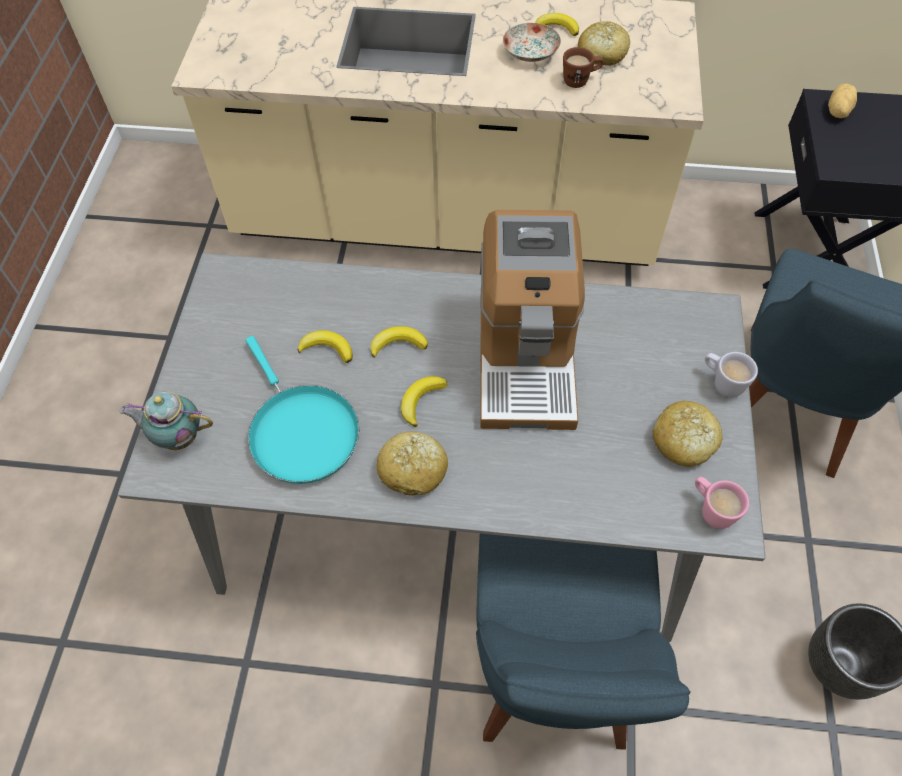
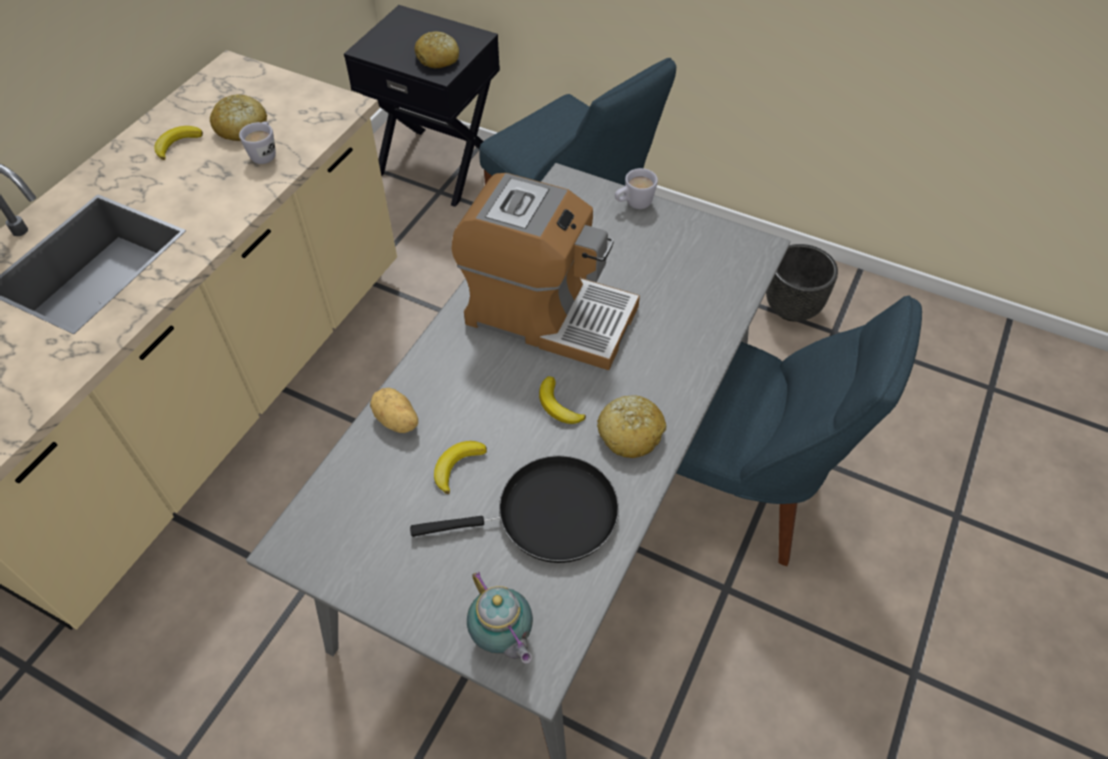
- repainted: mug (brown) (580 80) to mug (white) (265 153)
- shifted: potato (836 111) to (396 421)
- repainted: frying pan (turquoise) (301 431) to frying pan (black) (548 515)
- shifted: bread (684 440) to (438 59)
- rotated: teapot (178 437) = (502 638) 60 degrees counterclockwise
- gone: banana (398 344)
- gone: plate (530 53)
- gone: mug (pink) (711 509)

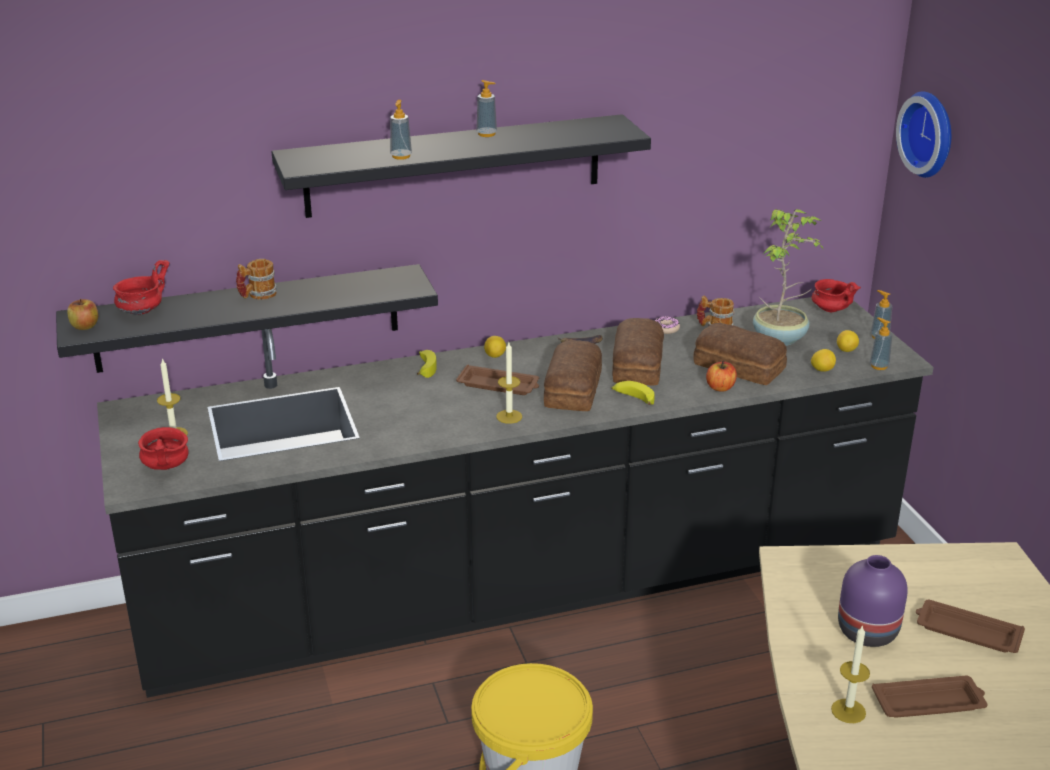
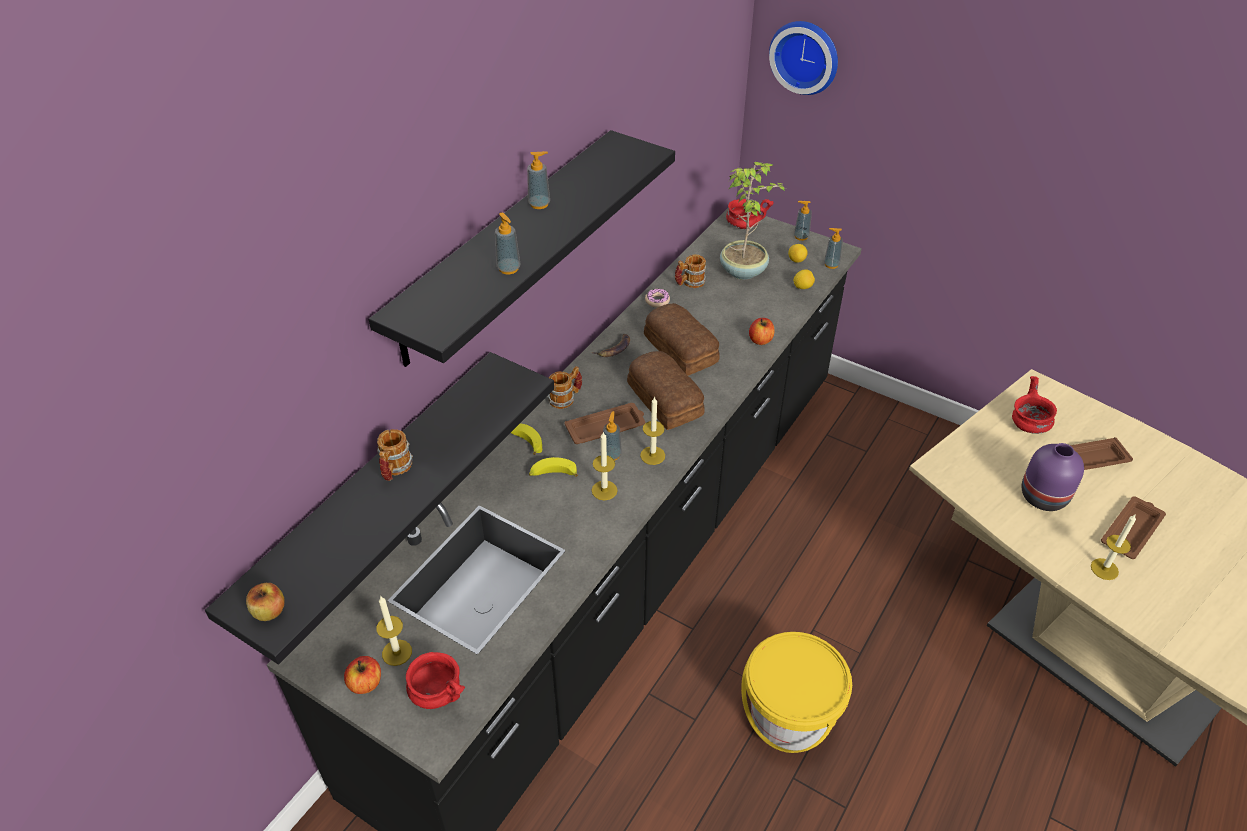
- new: apple (365 683)
- shifted: banana (633 398) to (553 474)
- swapped: lemon (495 356) to mug (566 398)
- new: candle (604 490)
- new: soap dispenser (611 455)
- shifted: bowl (red) (141 310) to (1028 425)
- gone: bread (739 367)

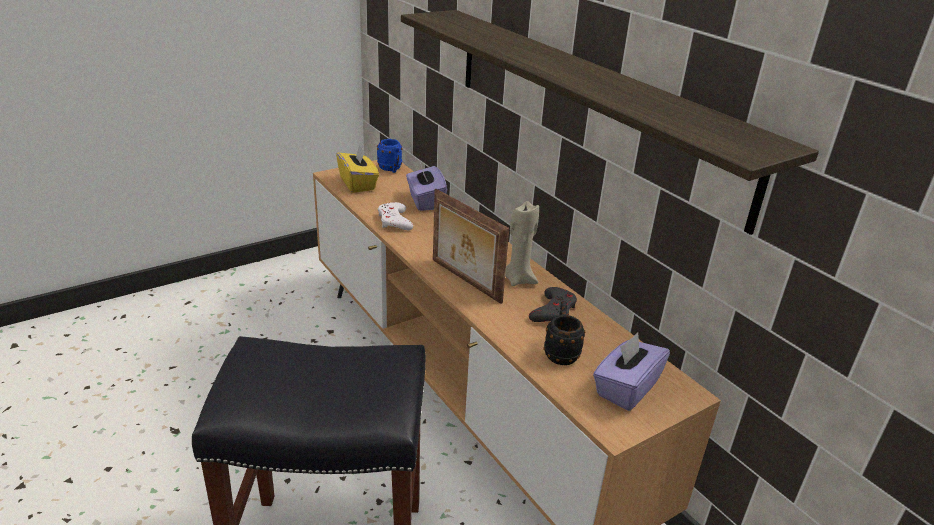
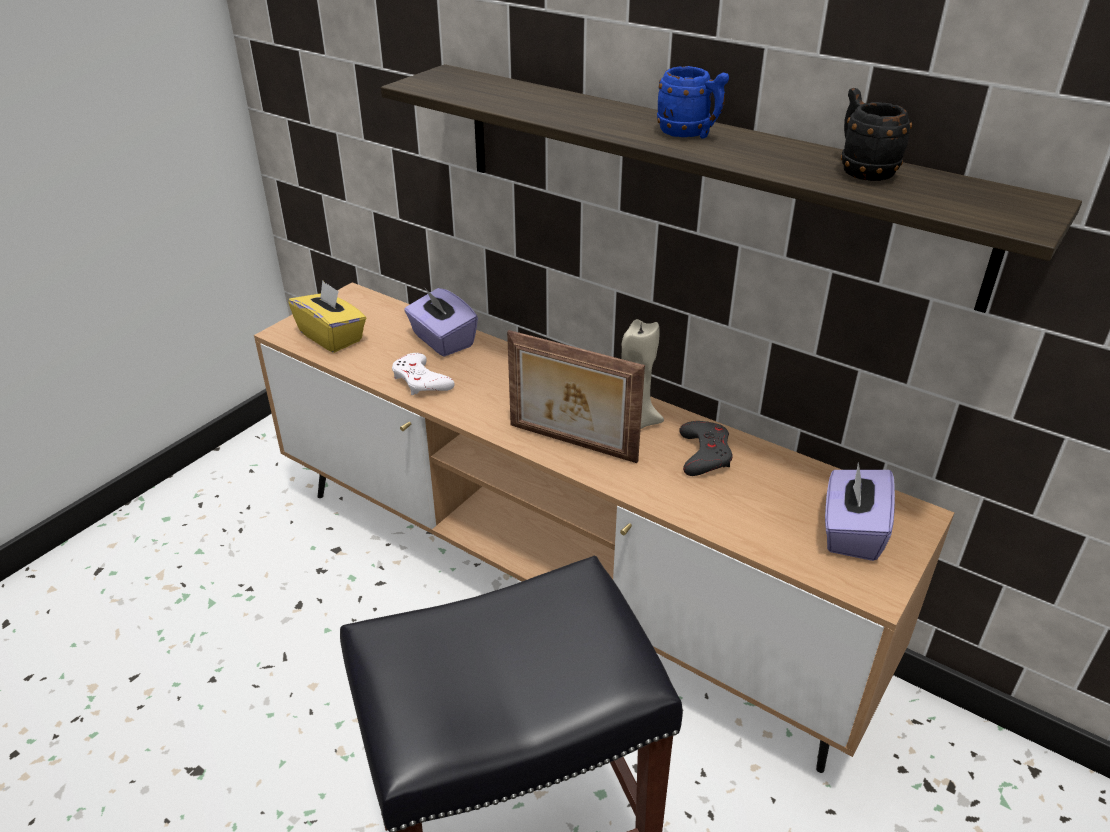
- shifted: mug (blue) (391 169) to (690 134)
- shifted: mug (black) (560 352) to (861 170)

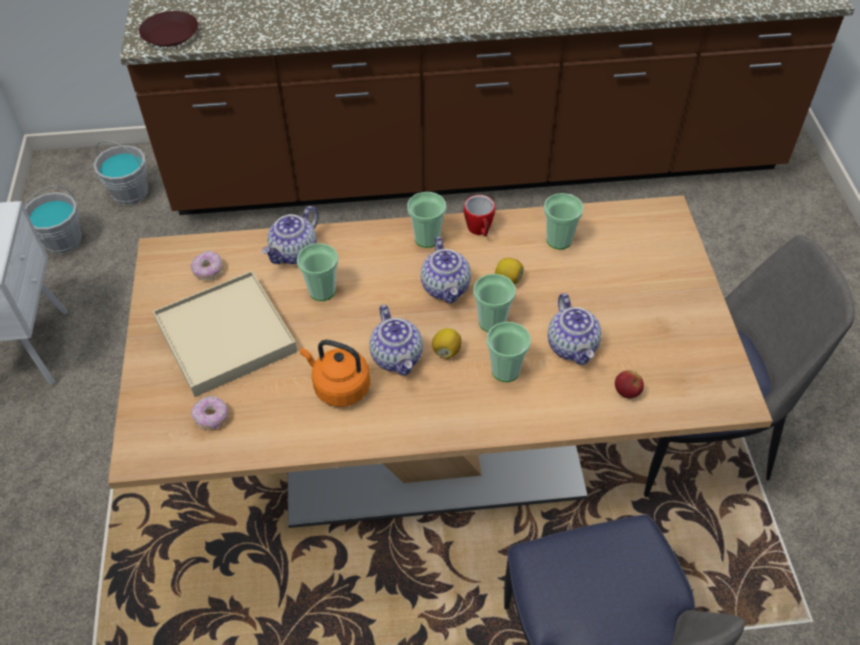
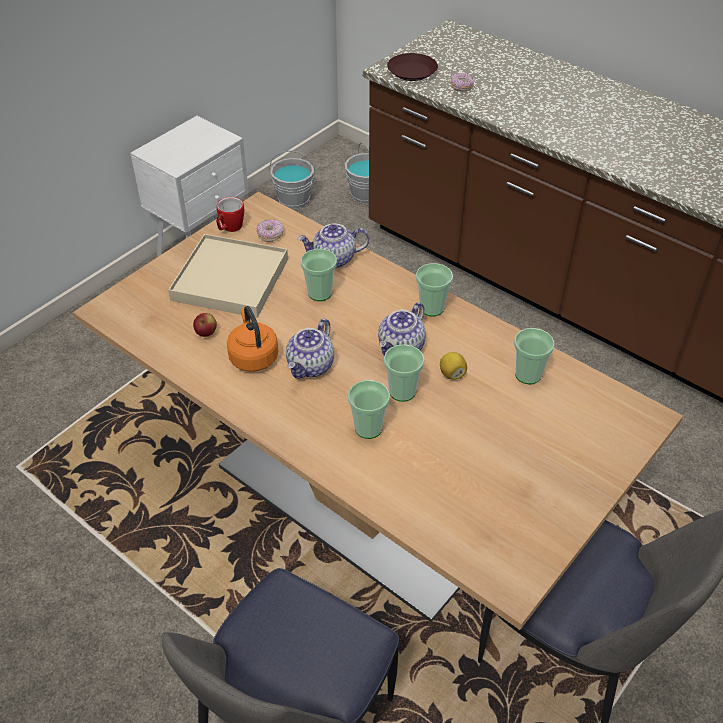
- shifted: apple (627 392) to (206 333)
- shifted: mug (480 231) to (230 228)
- shifted: donut (211 417) to (461 87)
- gone: lemon (446 351)
- gone: teapot (573 346)

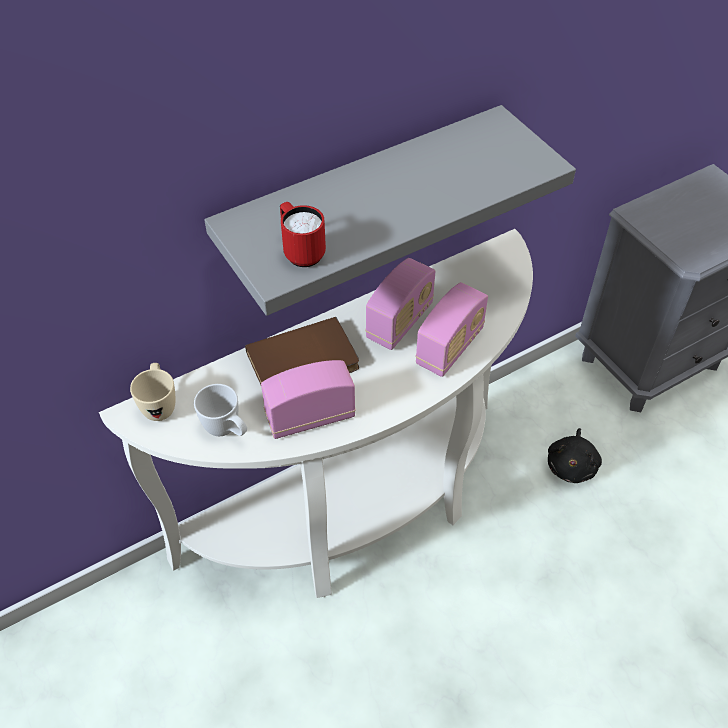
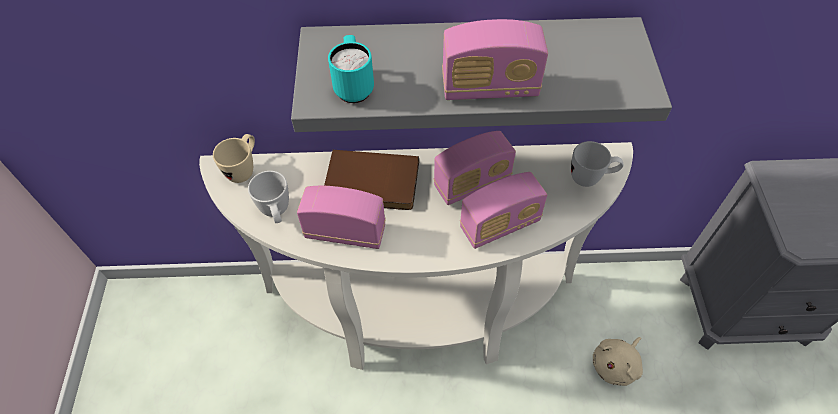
- repainted: mug (red) (301 252) to mug (turquoise) (354 86)
- new: radio (489 88)
- new: mug (white) (591 178)
- repainted: plush toy (black) (571 465) to plush toy (beige) (616 365)

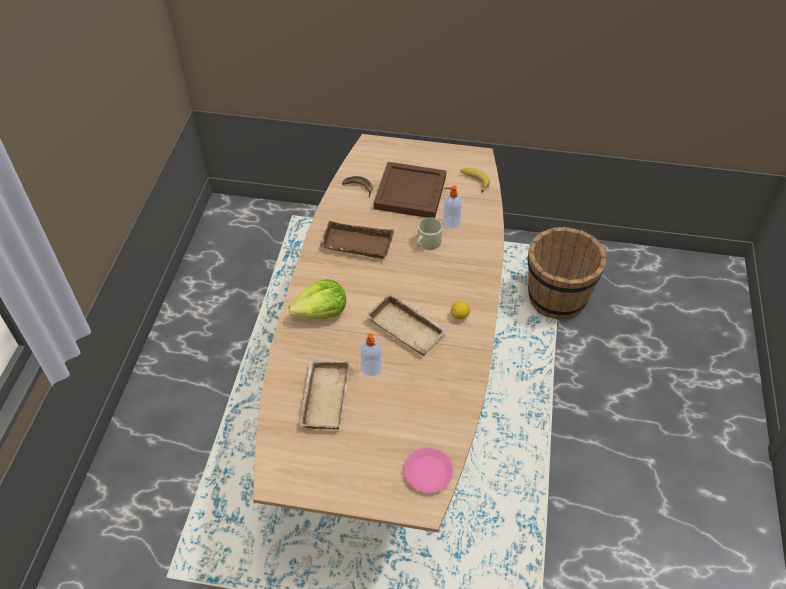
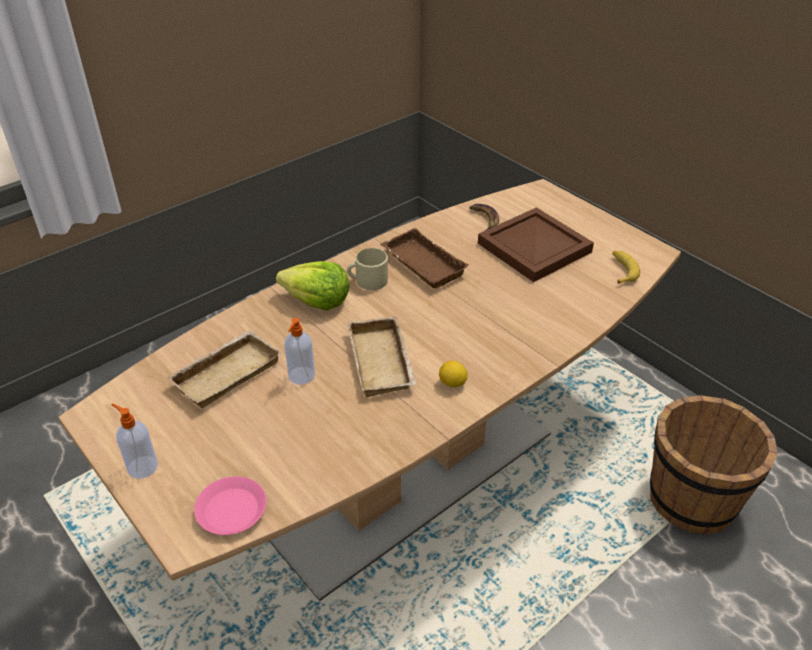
- shifted: soap dispenser (450 222) to (142 467)
- shifted: mug (beige) (427 243) to (367 280)

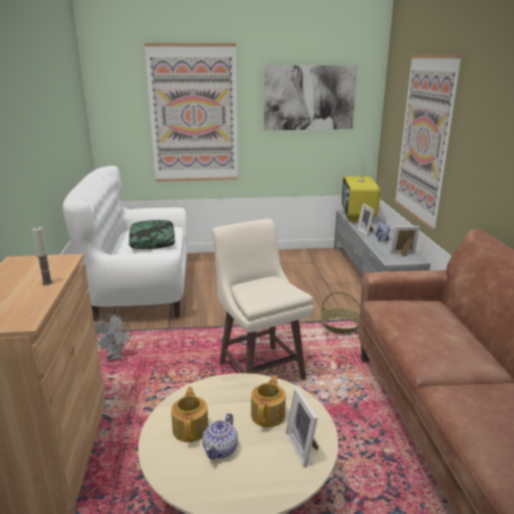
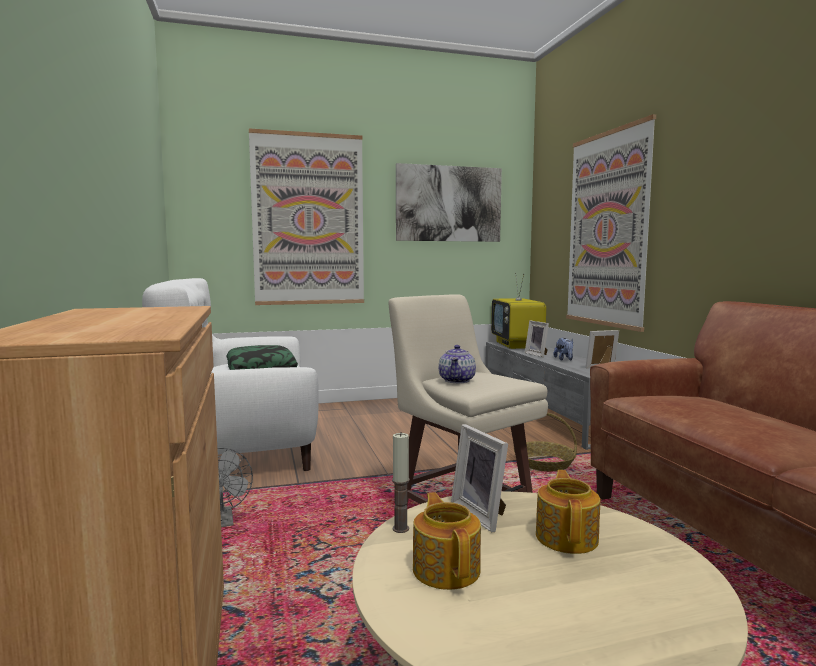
- shifted: candle (47 283) to (400 528)
- shifted: teapot (221 449) to (457 380)
- shifted: picture frame (304 448) to (482 514)

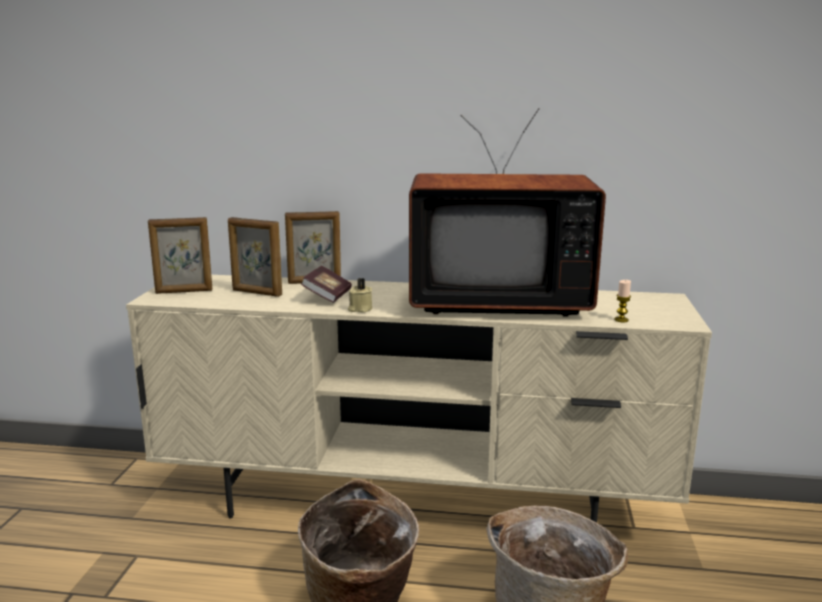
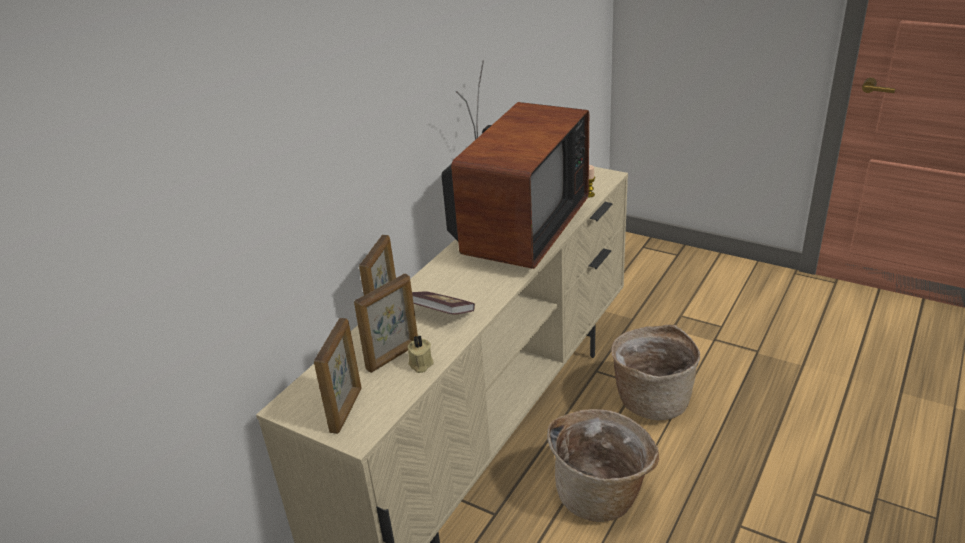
- shifted: candle (beige) (360 309) to (420 364)

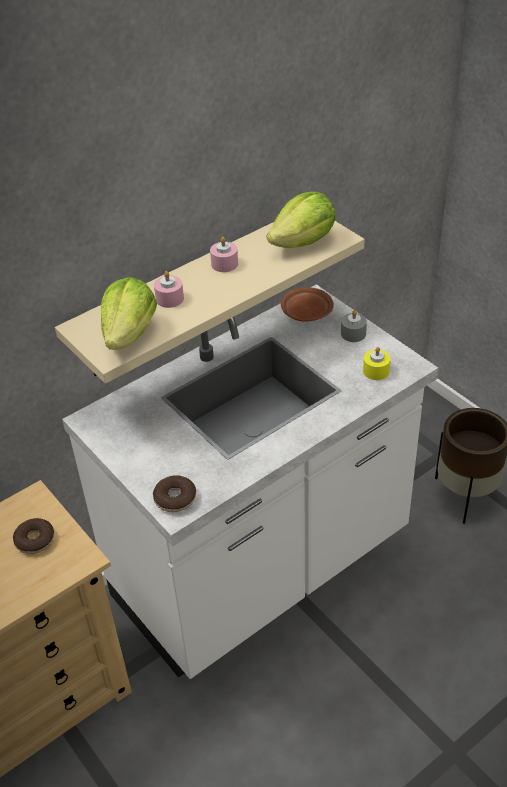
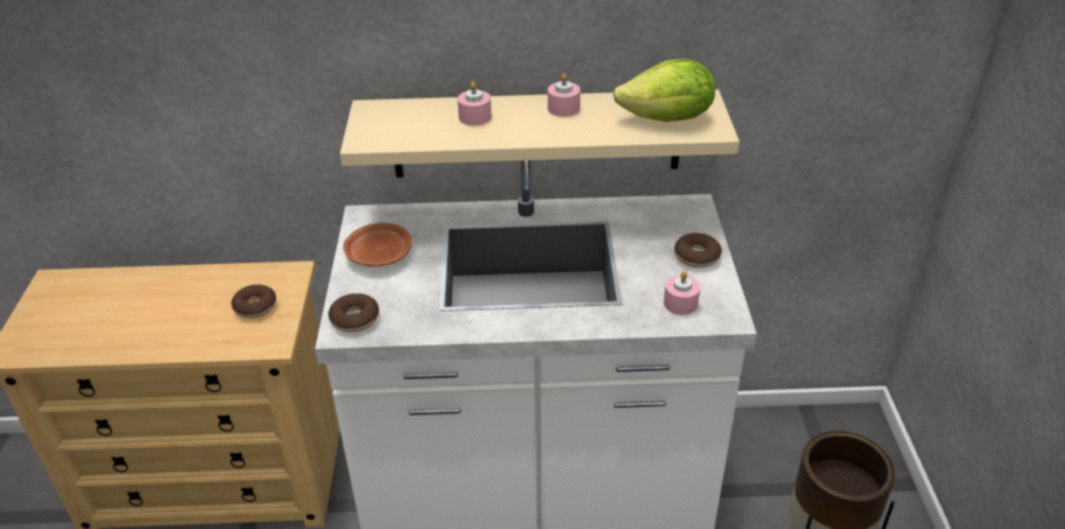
- shifted: plate (brown) (306 312) to (379 254)
- repainted: candle (yellow) (376 371) to candle (pink) (680 303)
- swapped: candle (grey) (353 334) to donut (697 256)
- gone: lettuce (130 334)

